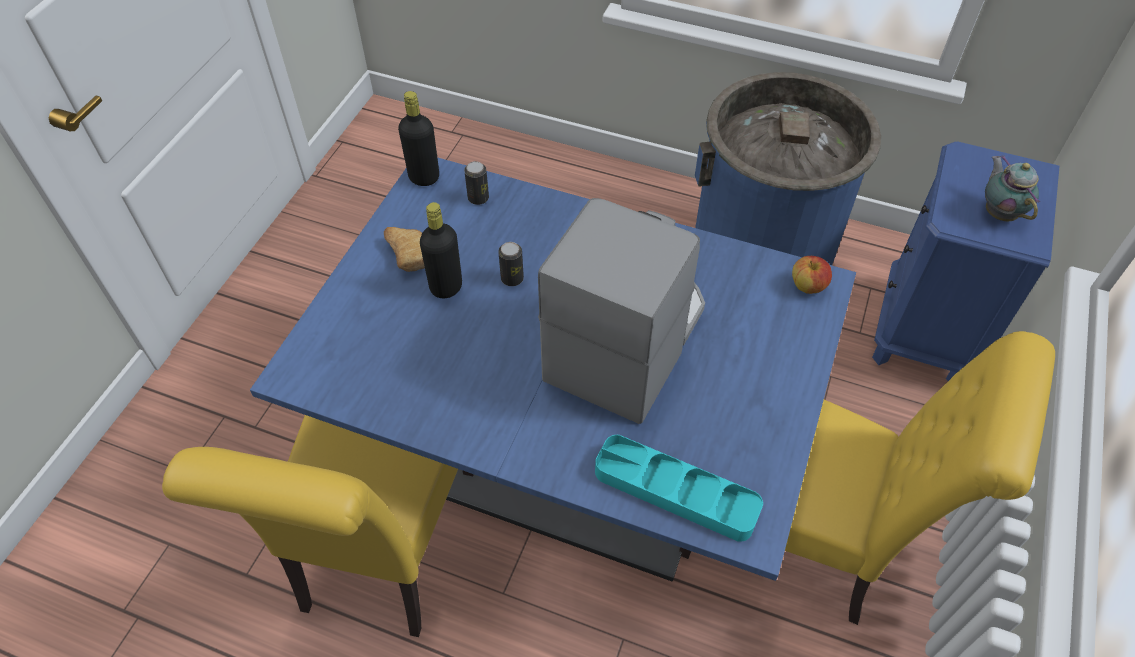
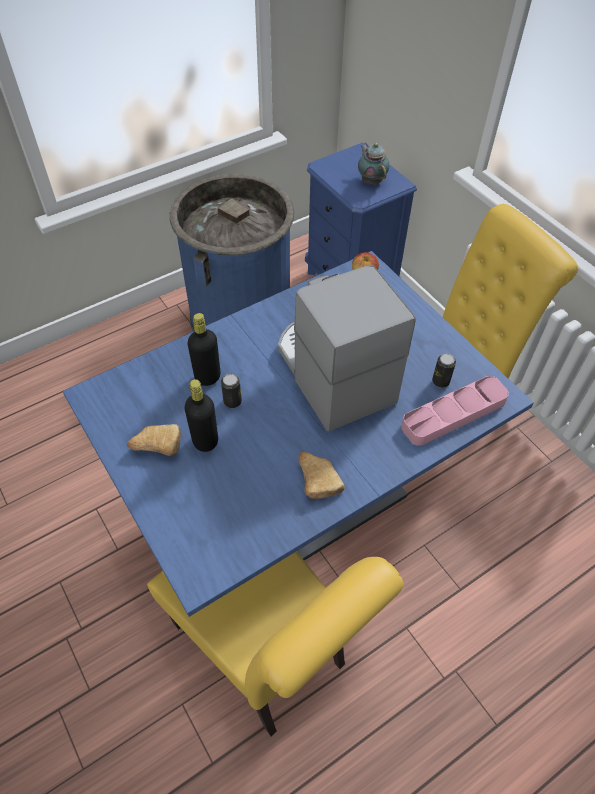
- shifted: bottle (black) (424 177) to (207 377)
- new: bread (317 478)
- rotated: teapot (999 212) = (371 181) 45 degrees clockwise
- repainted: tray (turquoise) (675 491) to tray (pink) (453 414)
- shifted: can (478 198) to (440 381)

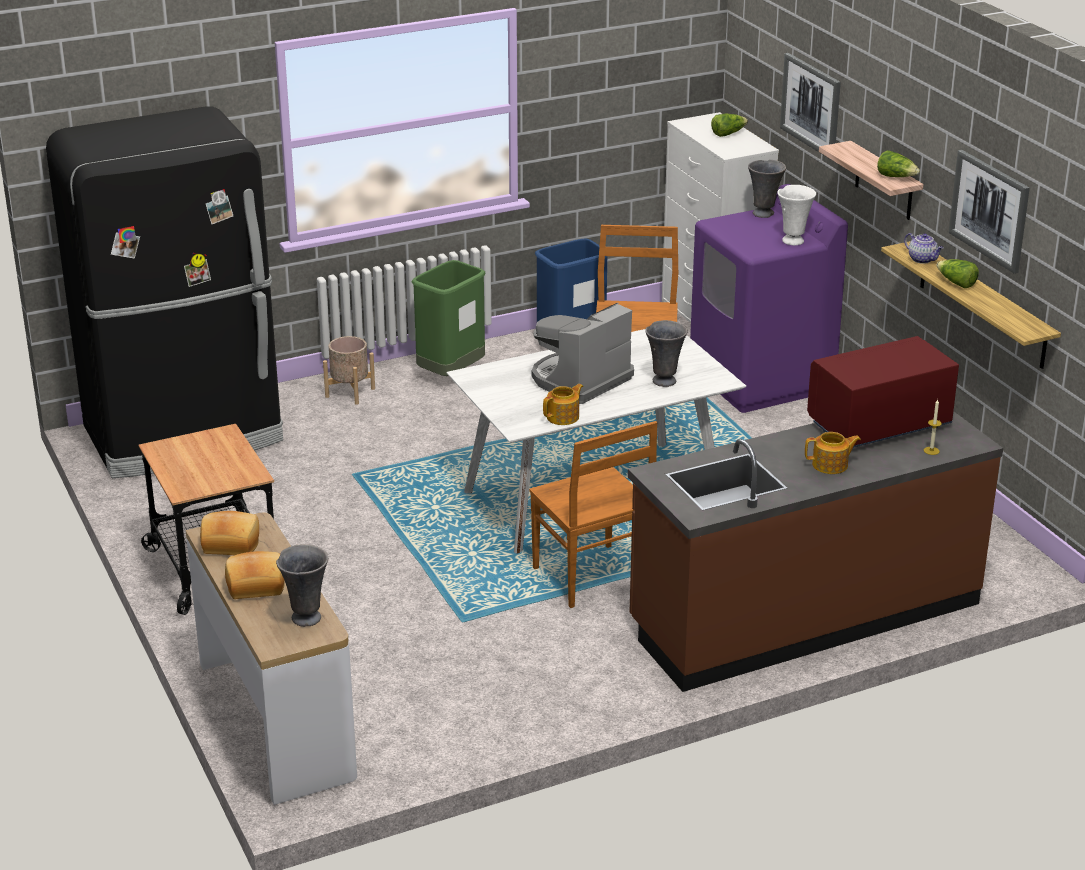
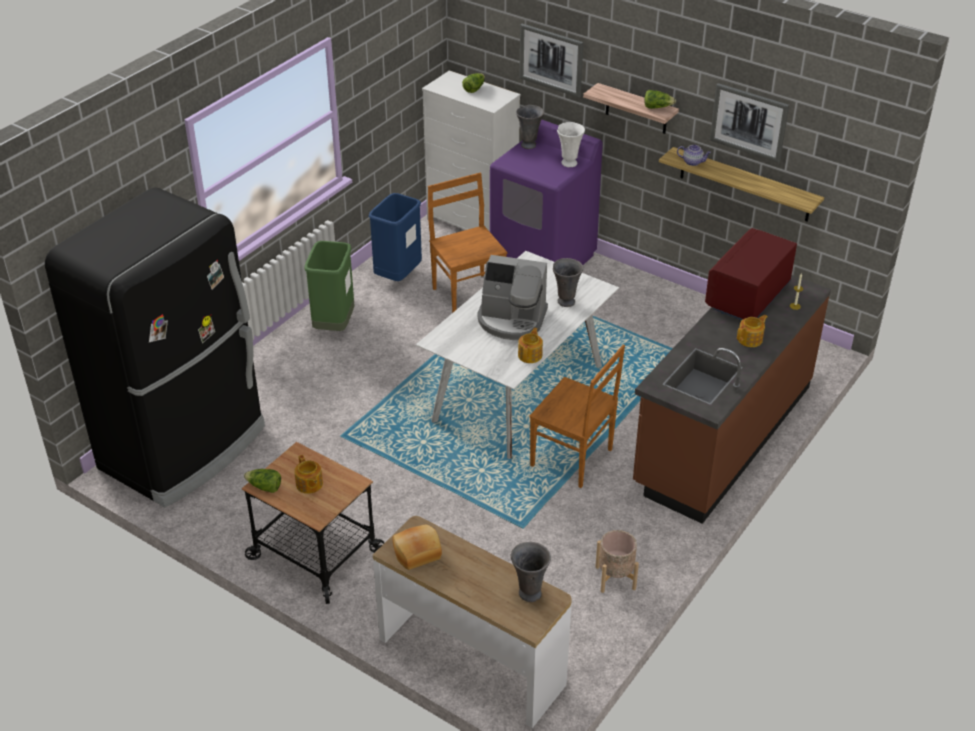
- shifted: lettuce (956 283) to (264 487)
- new: teapot (309 484)
- rotated: coffee machine (579 380) = (511 320) 90 degrees counterclockwise
- shifted: planter (beige) (350 392) to (615 578)
- gone: bread (256 585)

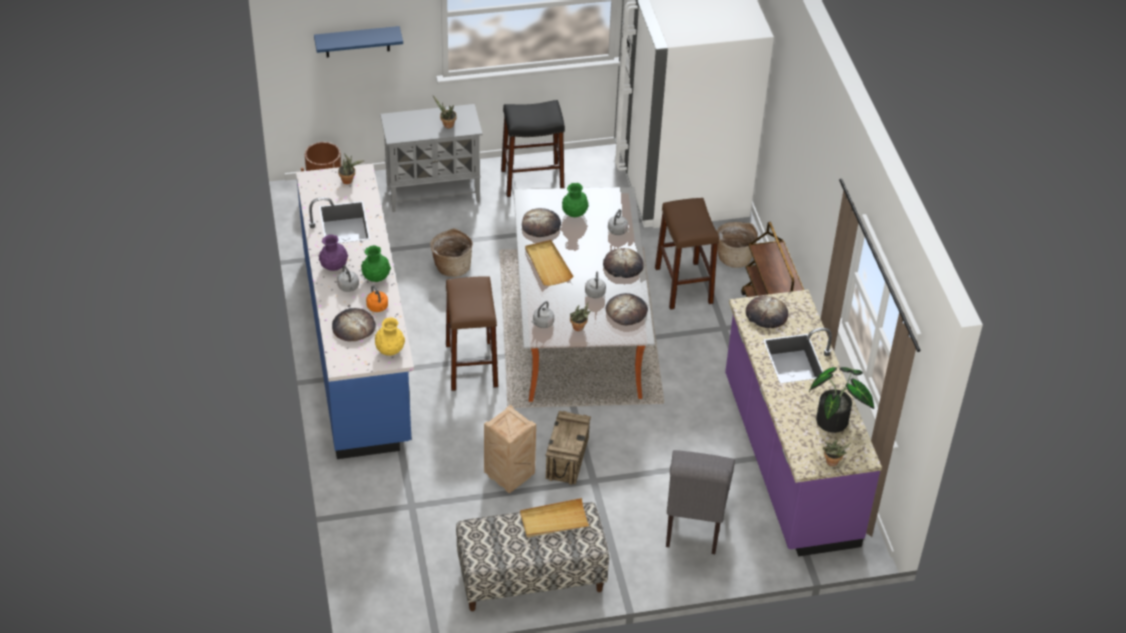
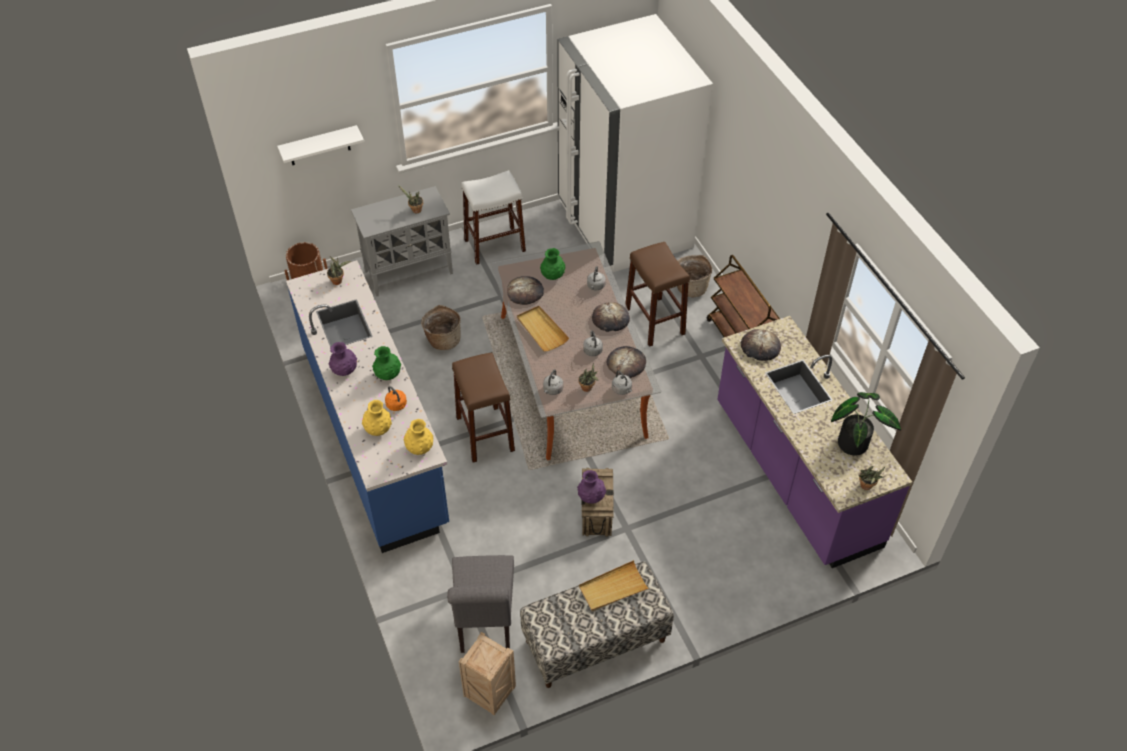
- repainted: shelf (blue) (357 42) to shelf (white) (319 146)
- swapped: bread (353 327) to vase (yellow) (378 430)
- shifted: chair (grey) (694 526) to (485 624)
- shifted: crate (508 476) to (489 694)
- repainted: stool (black) (532 180) to stool (white) (494 245)
- new: vase (purple) (591 497)
- shifted: kettle (grey) (349 287) to (622 389)

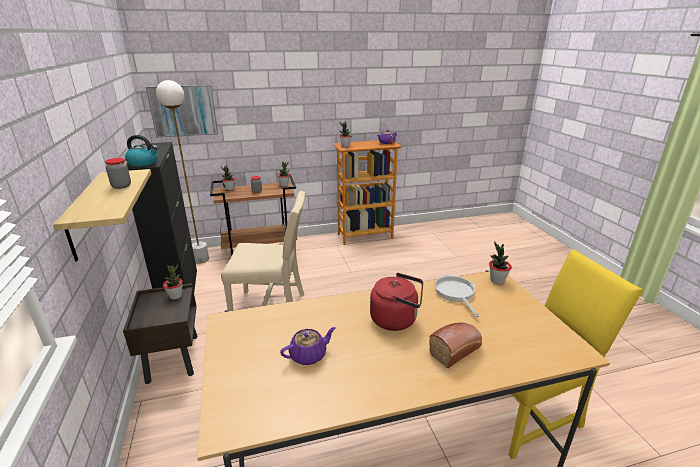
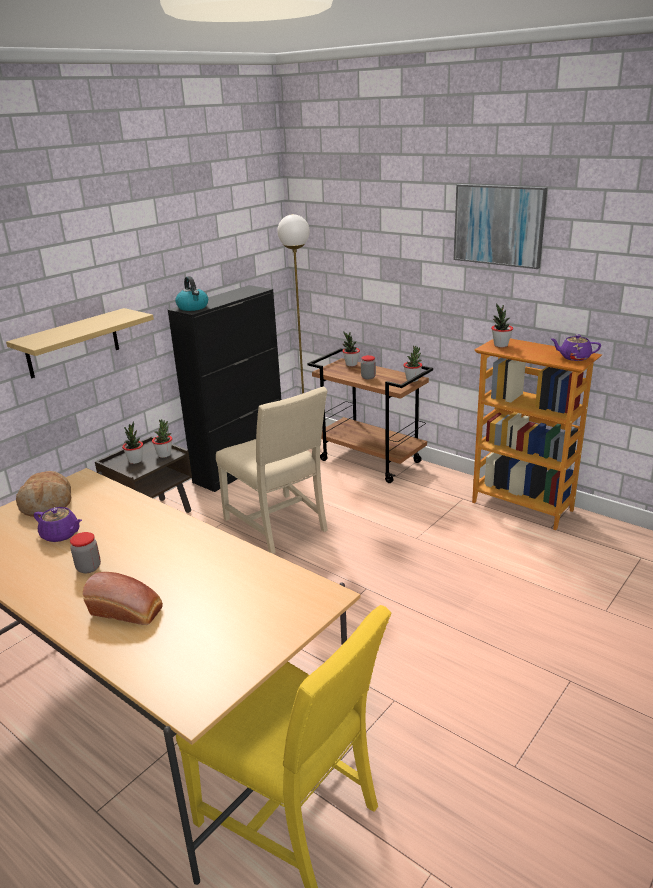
- new: bread (47 504)
- shifted: jar (121 186) to (88 568)
- shifted: potted plant (497 280) to (135 460)
- shifted: picture (183 111) to (499 225)
- gone: kettle (red) (396 319)
- gone: frying pan (455 293)

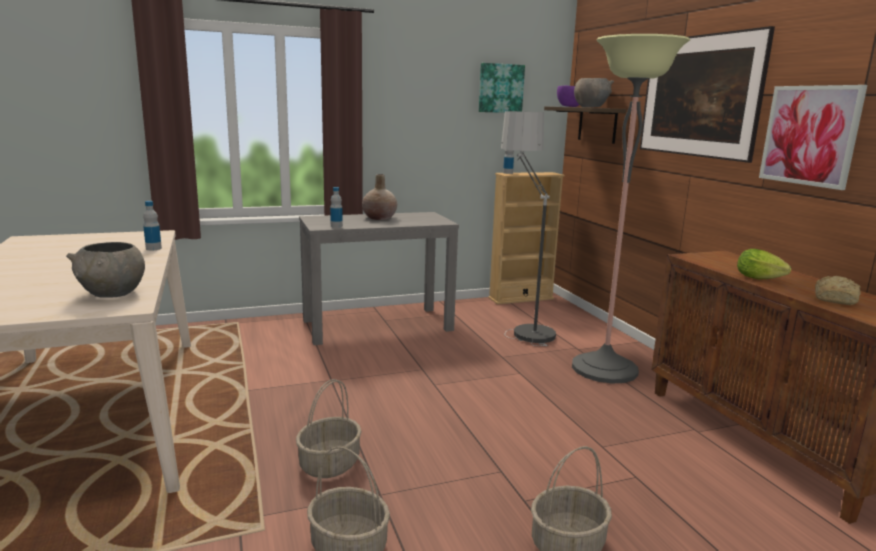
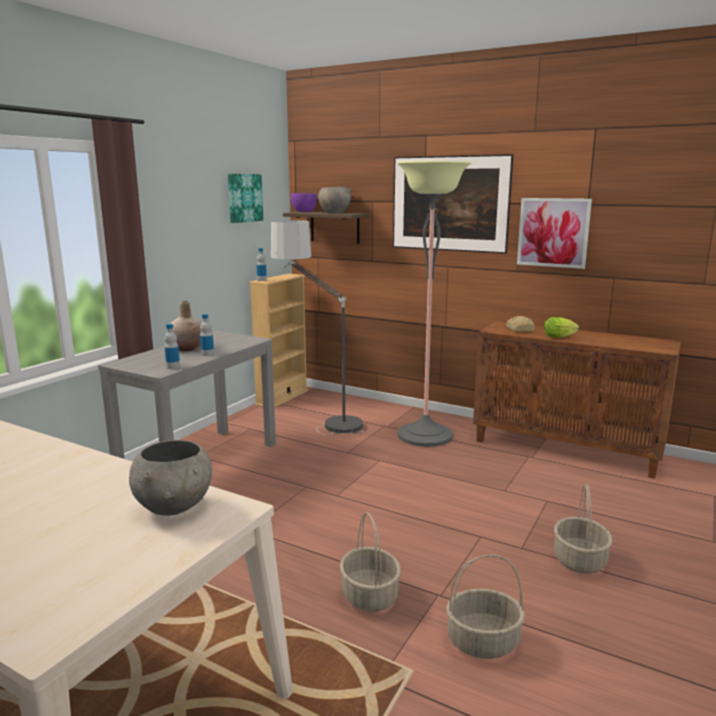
- shifted: bottle (153 248) to (207 354)
- shifted: bread (835 299) to (520 330)

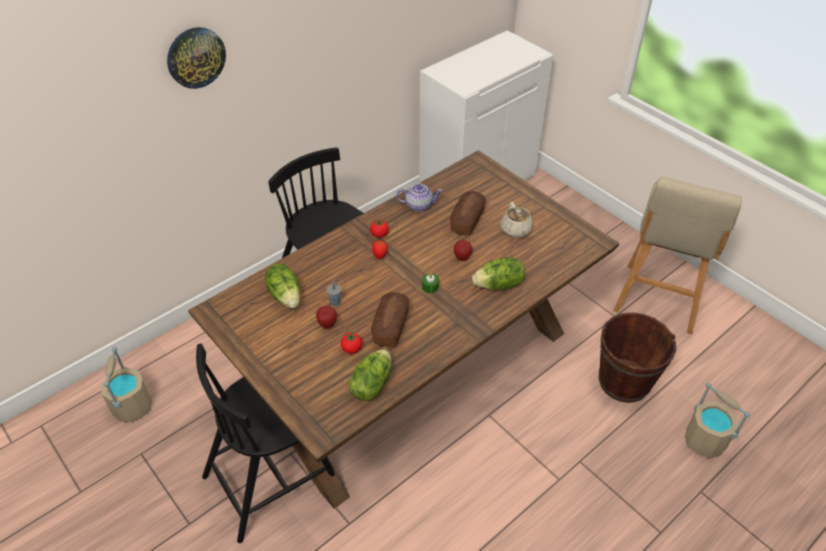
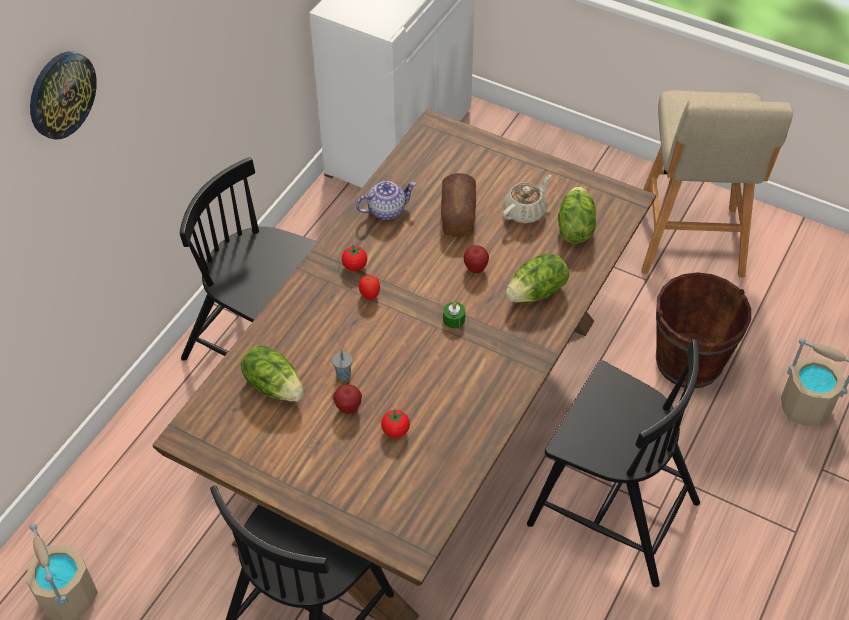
- rotated: teapot (beige) (516 230) = (525 211) 105 degrees counterclockwise
- new: chair (black) (610 511)
- shifted: lettuce (371 384) to (574 228)
- gone: bread (390 326)

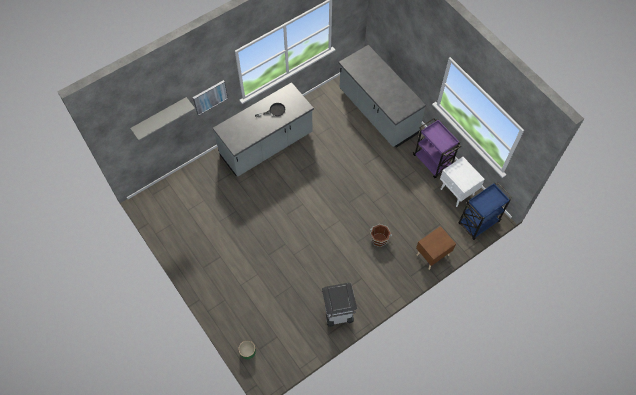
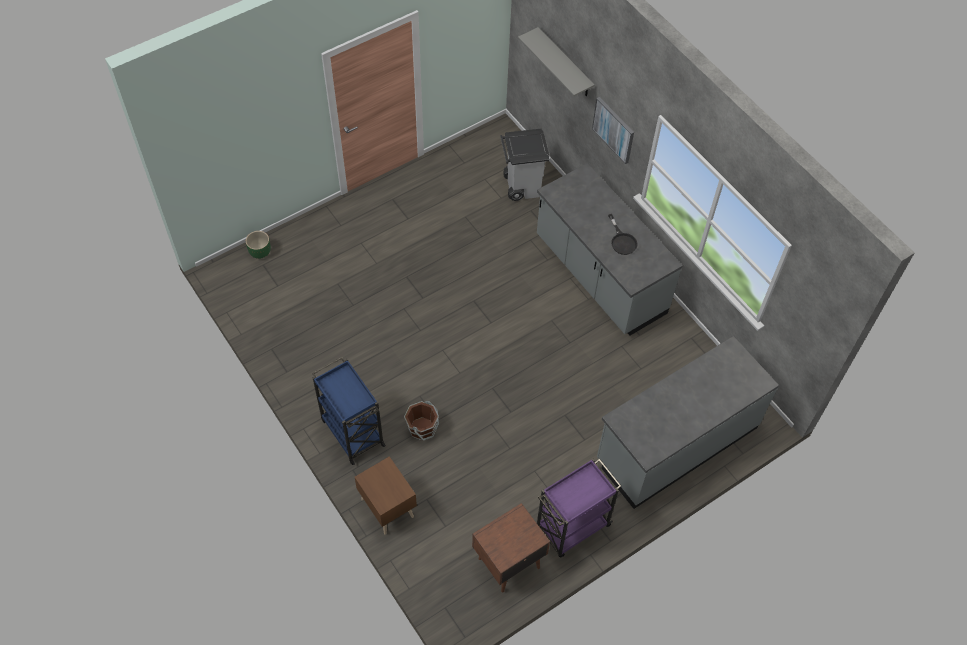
- shifted: cart (blue) (478 223) to (352 431)
- repainted: nightstand (white) (457 192) to nightstand (brown) (508 563)
- shifted: trash can (grey) (338 314) to (521 186)

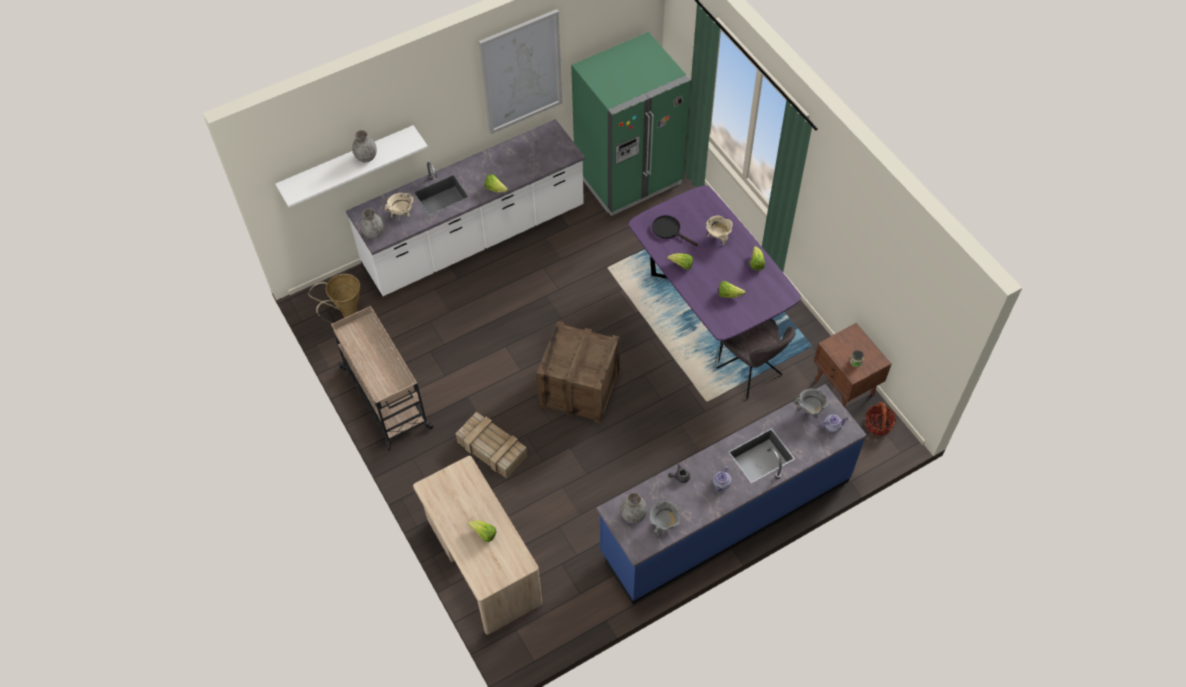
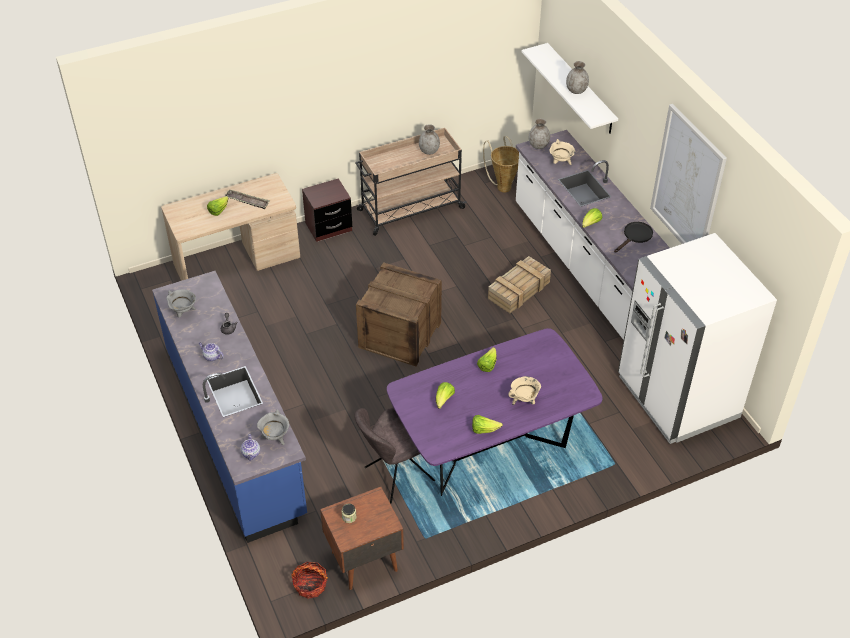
- new: tray (247 201)
- new: nightstand (brown) (328 227)
- shifted: vase (grey) (633 515) to (429 151)
- shifted: crate (491 449) to (519 289)
- shifted: frying pan (black) (669 230) to (635 236)
- repainted: fridge (green) (628 177) to fridge (white) (677 397)

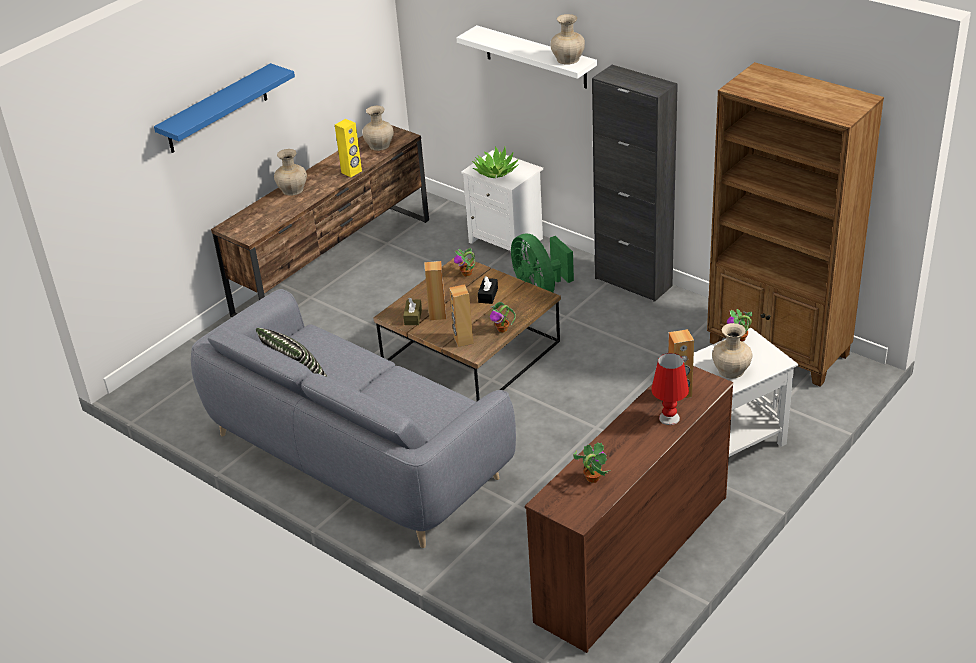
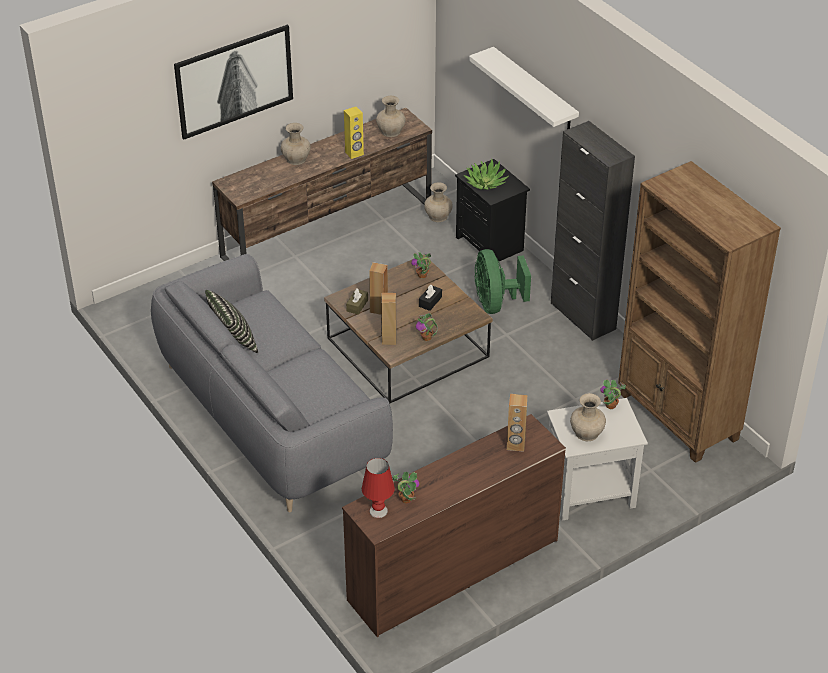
- swapped: shelf (blue) (217 109) to picture (234 81)
- shifted: table lamp (red) (669 418) to (378 511)
- shifted: vase (beige) (568 59) to (438 216)
- repainted: nightstand (white) (508 240) to nightstand (black) (491 244)

